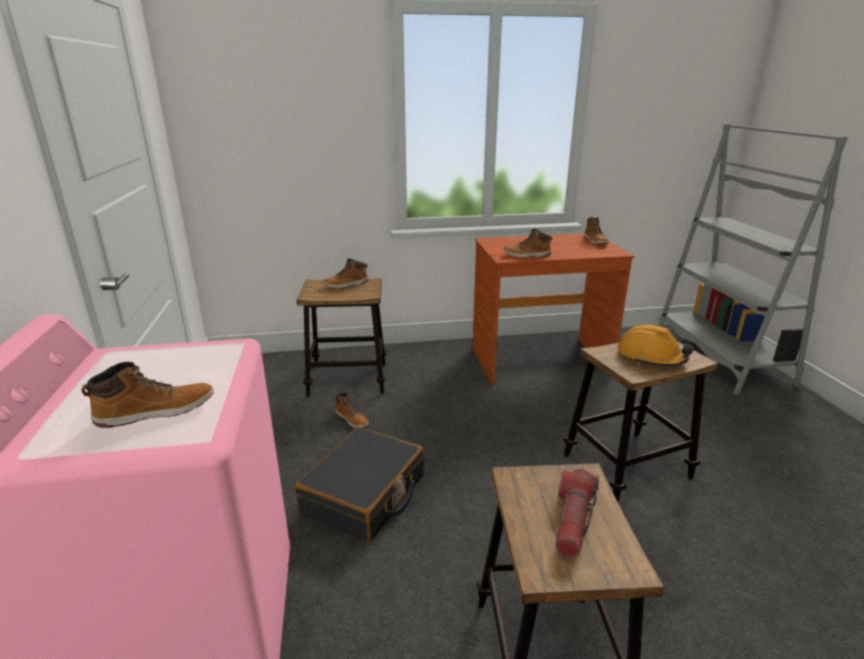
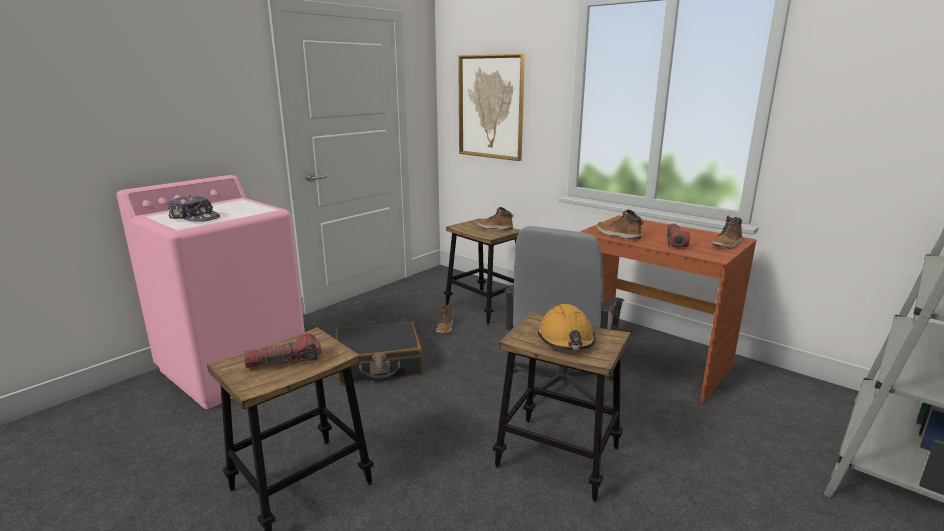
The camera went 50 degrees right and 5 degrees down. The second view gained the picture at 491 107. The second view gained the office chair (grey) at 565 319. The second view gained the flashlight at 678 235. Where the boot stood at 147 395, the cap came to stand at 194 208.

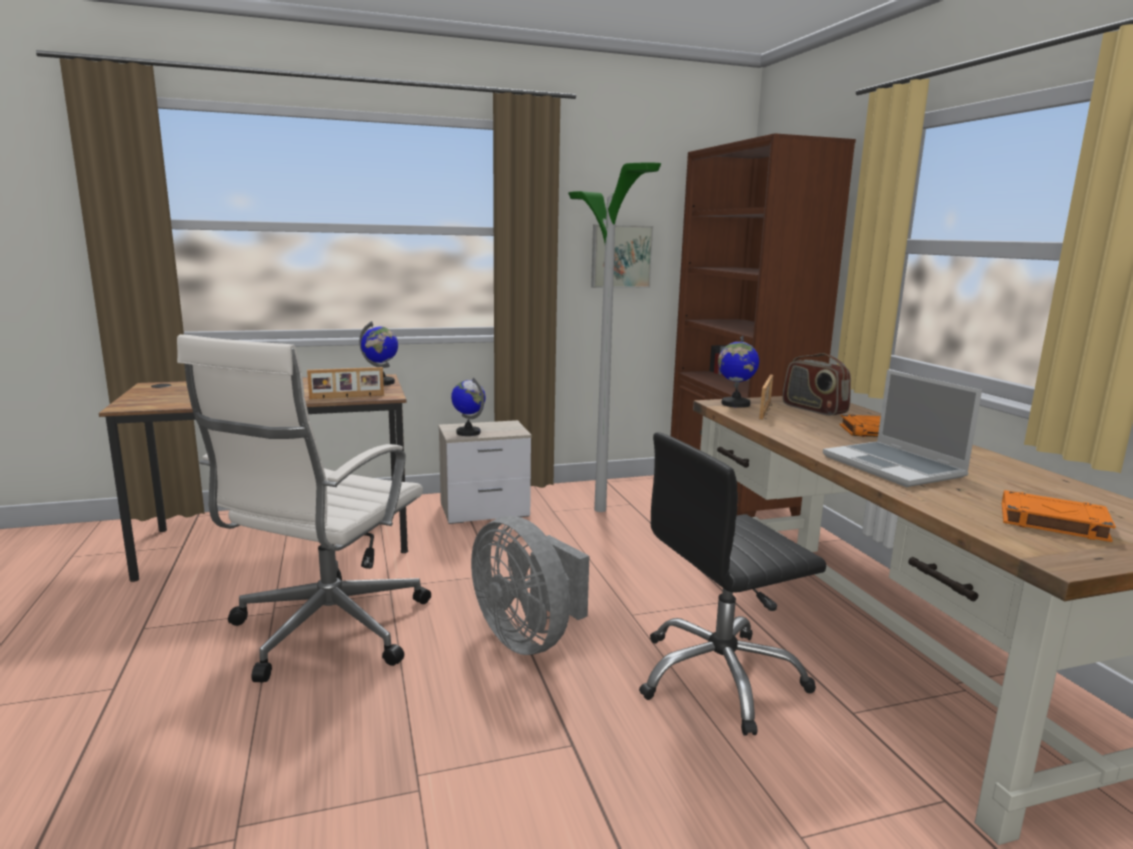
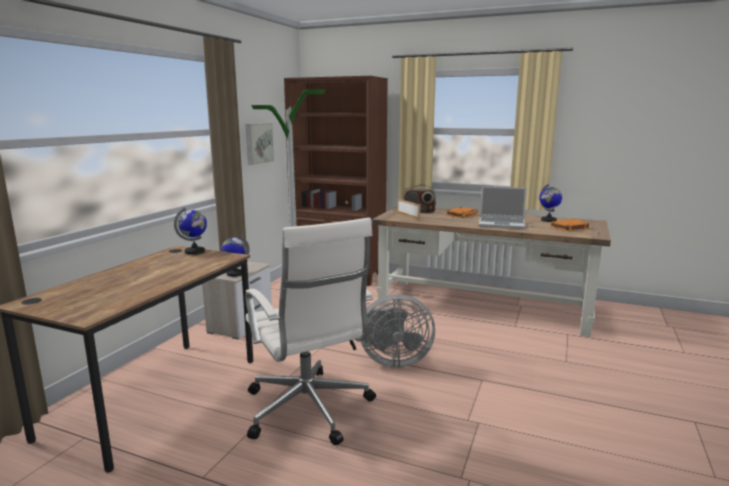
The camera went 50 degrees left and 0 degrees up. The second view lost the picture frame at 345 383. The second view lost the office chair (black) at 733 584. The globe ended up elsewhere, having gone from 738 372 to 550 203.

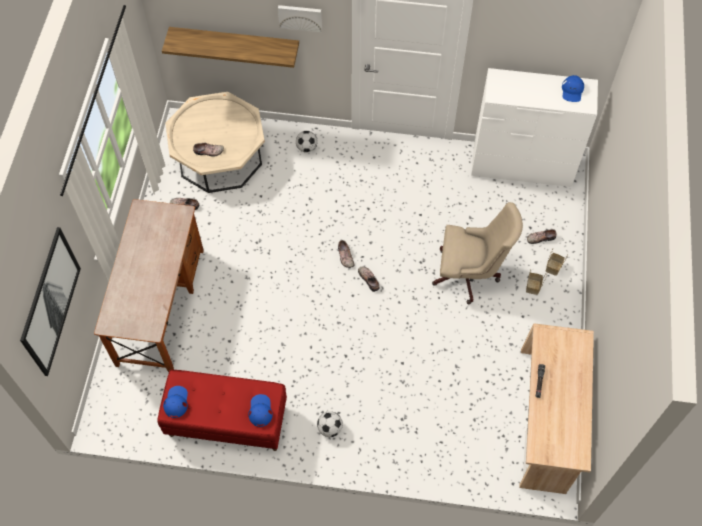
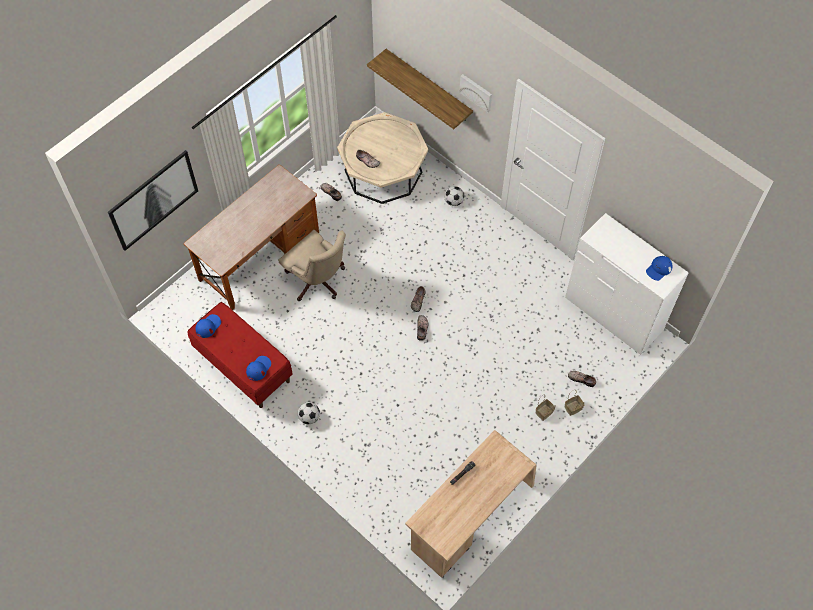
The camera went 35 degrees right and 0 degrees up. The office chair (beige) ended up elsewhere, having gone from 477 253 to 312 265.

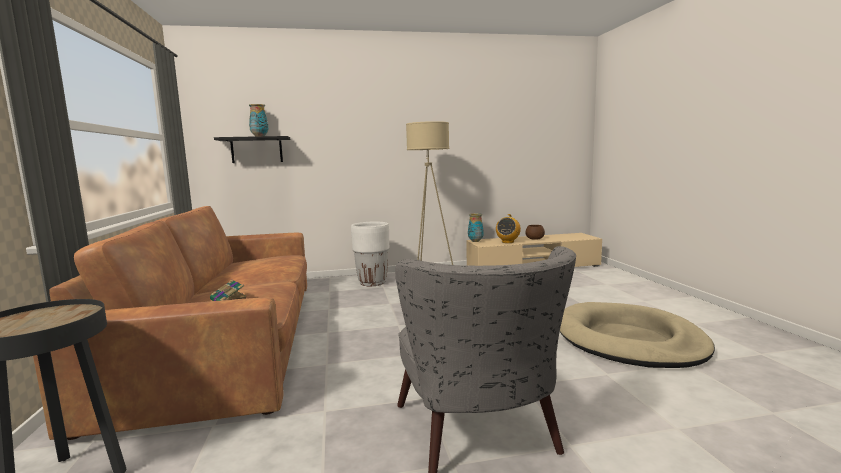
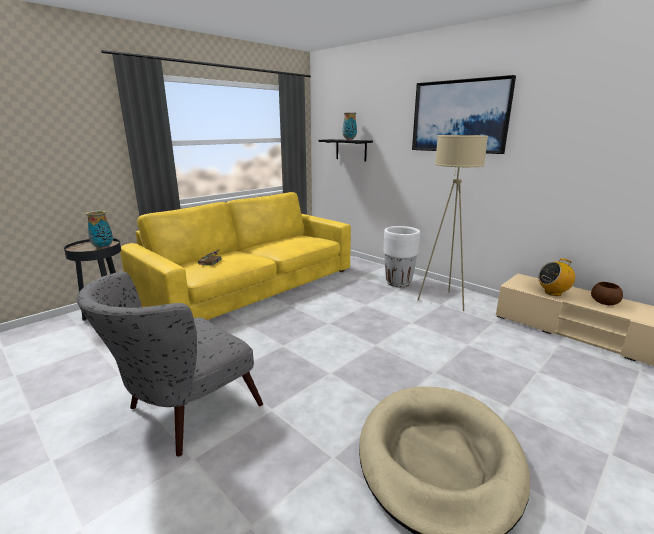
The camera went 55 degrees right and 10 degrees up. The second view gained the picture at 464 114. The vase ended up elsewhere, having gone from 476 227 to 99 230. What was the sofa (brown) at 170 323 turned into the sofa (yellow) at 235 256.

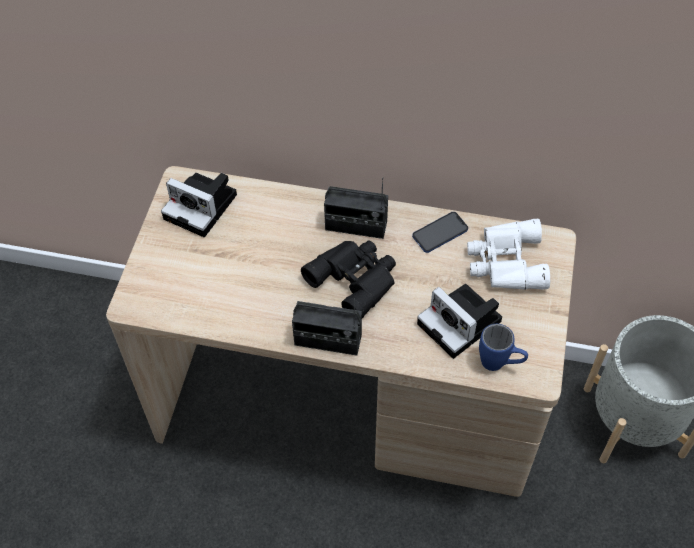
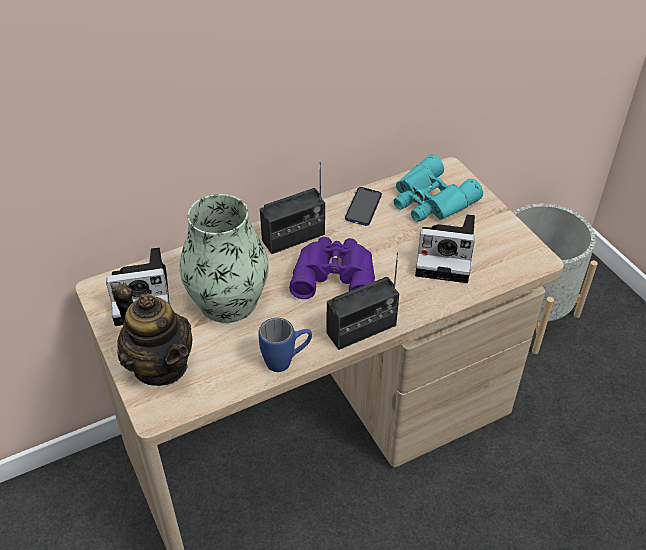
The camera went 40 degrees left and 10 degrees down. The second view gained the teapot at 153 335. The second view gained the vase at 224 258. The mug (blue) ended up elsewhere, having gone from 503 347 to 285 345. What was the binoculars (black) at 348 279 turned into the binoculars (purple) at 332 268. What was the binoculars (white) at 508 254 turned into the binoculars (turquoise) at 438 188.

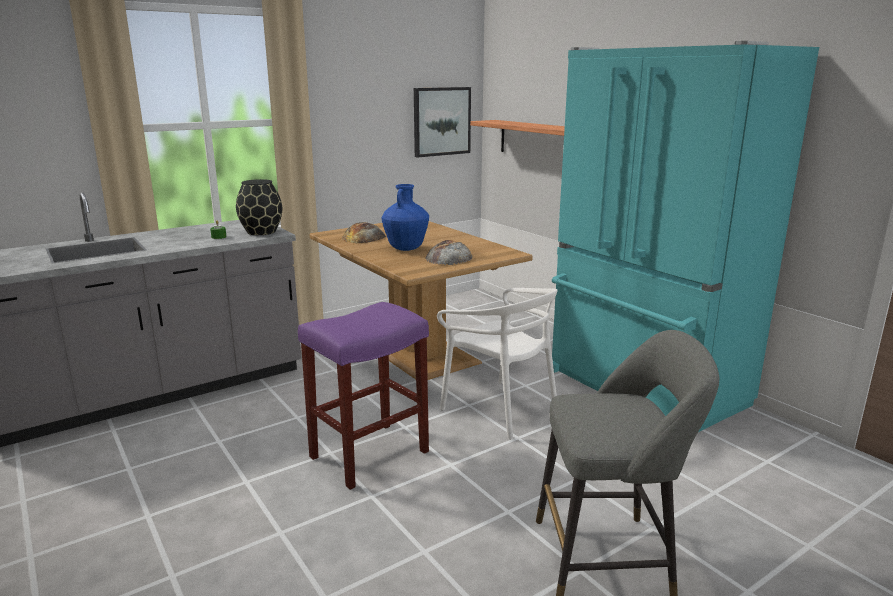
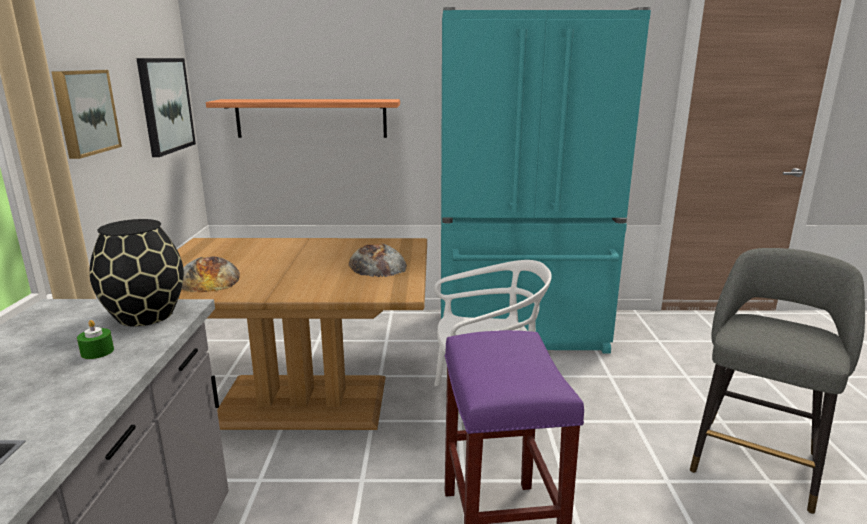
The camera went 55 degrees left and 0 degrees up. The second view lost the vase (blue) at 405 217. The second view gained the picture at 86 114.

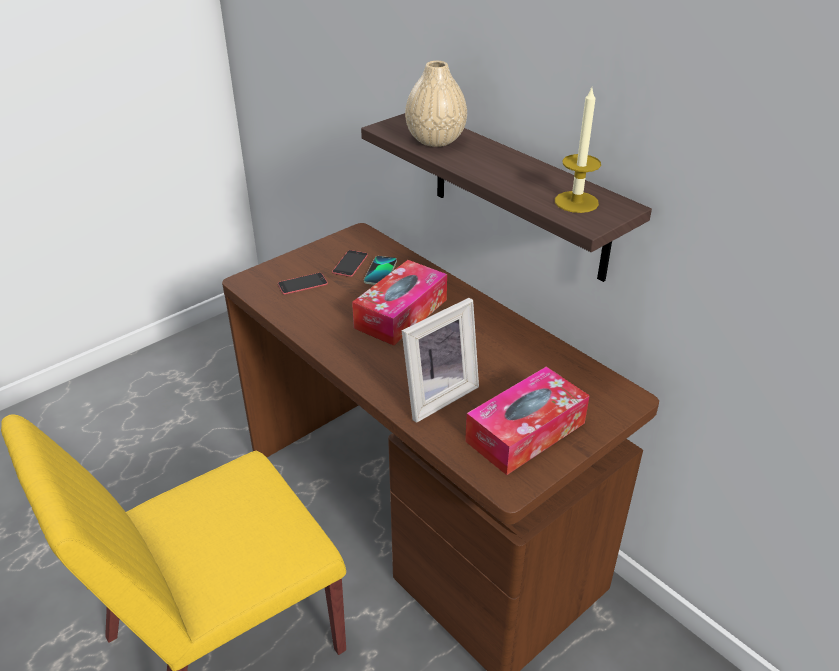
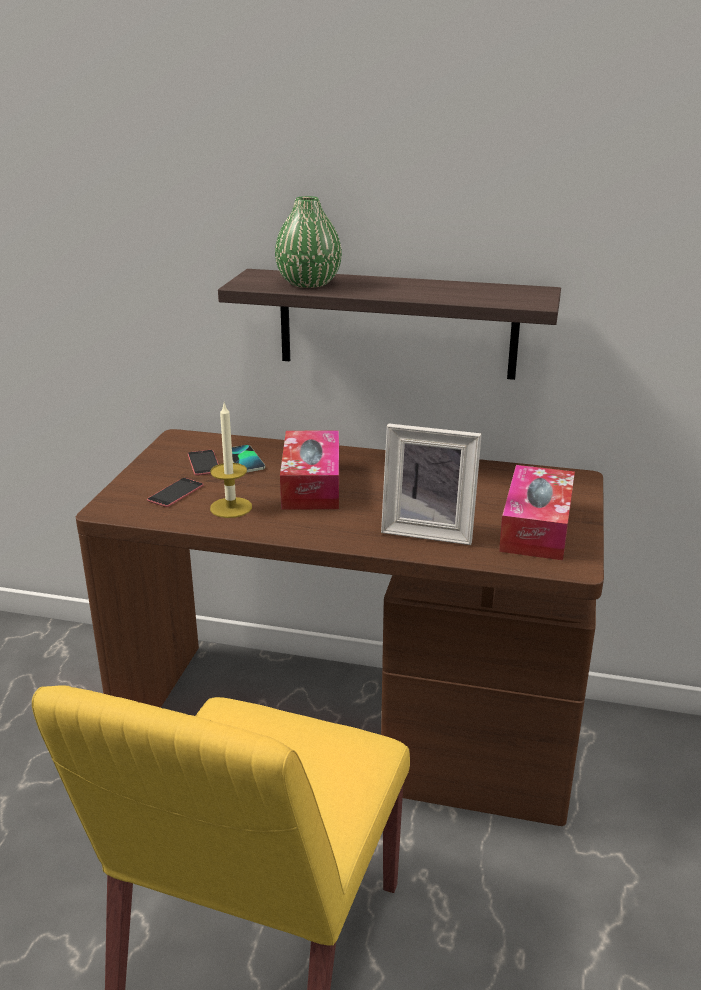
The camera went 35 degrees left and 10 degrees down. The candle ended up elsewhere, having gone from 578 150 to 231 461. What was the vase (beige) at 436 104 turned into the vase (green) at 308 242. The picture frame at 440 360 ended up facing another way, 90 degrees clockwise from before.

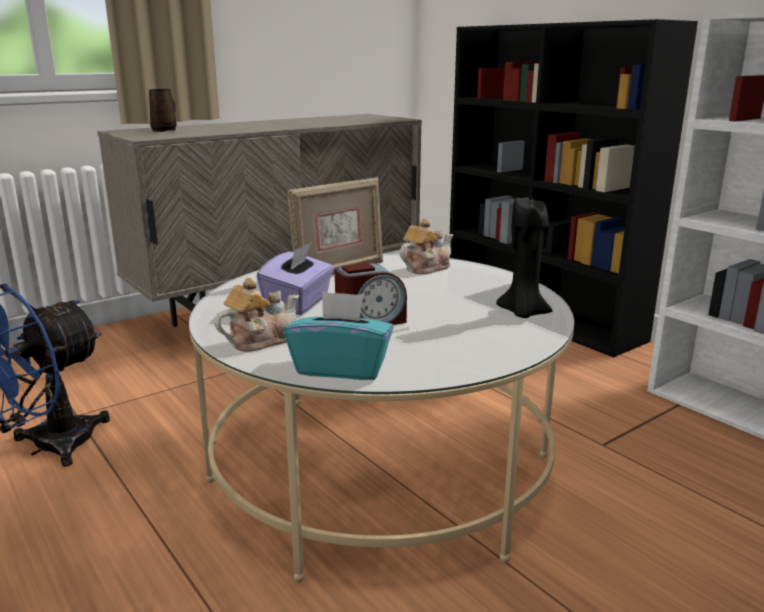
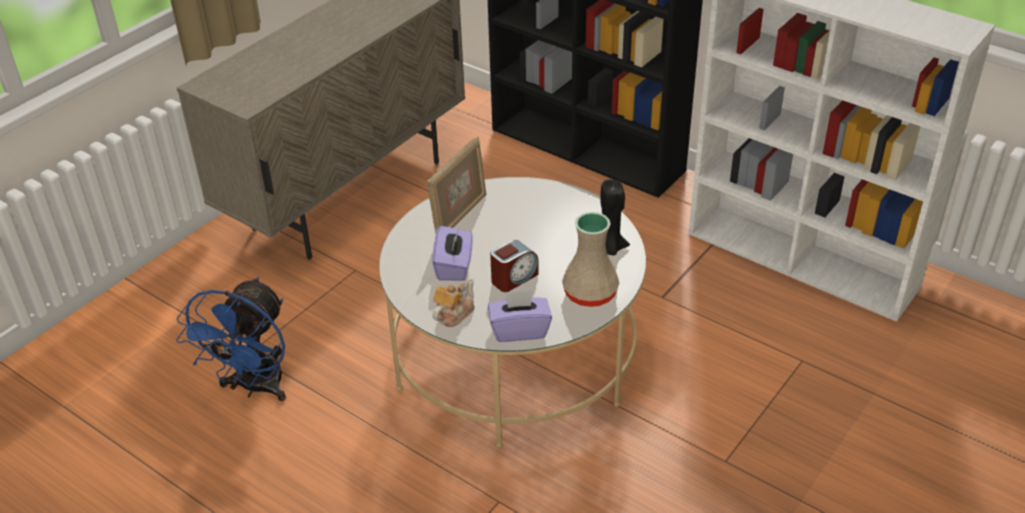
The camera went 15 degrees left and 20 degrees up. The second view lost the mug (brown) at 163 110. The second view lost the teapot at 426 246. The second view gained the vase (beige) at 590 259. What was the tissue box (turquoise) at 339 335 turned into the tissue box (purple) at 520 316.

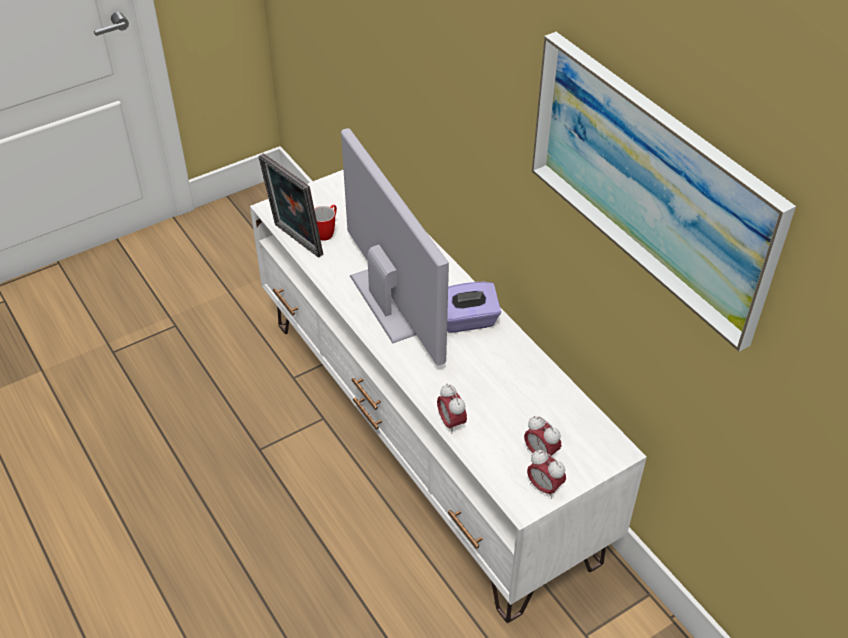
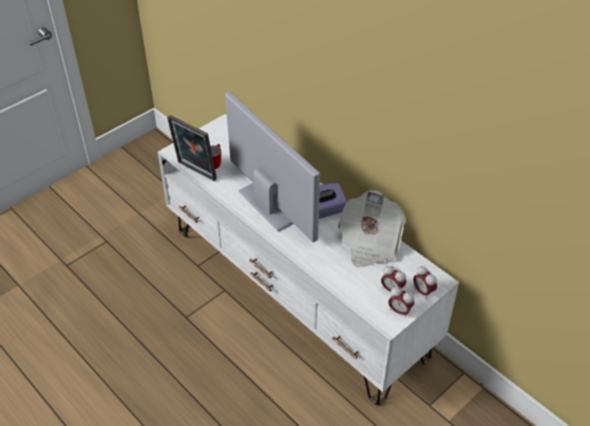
The camera went 10 degrees left and 0 degrees up. The second view lost the picture at 664 192. The second view gained the newspaper at 372 229. The alarm clock ended up elsewhere, having gone from 452 409 to 425 282.

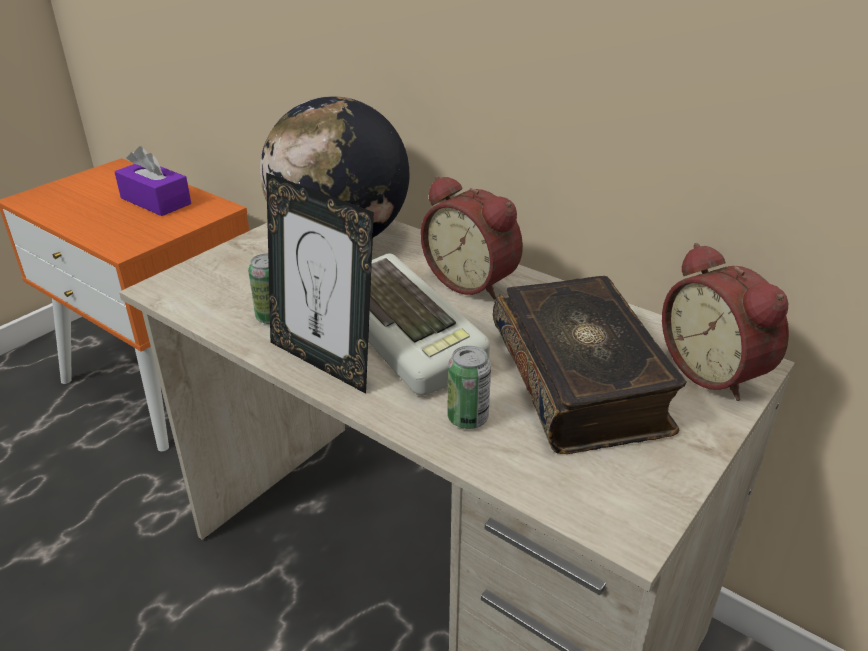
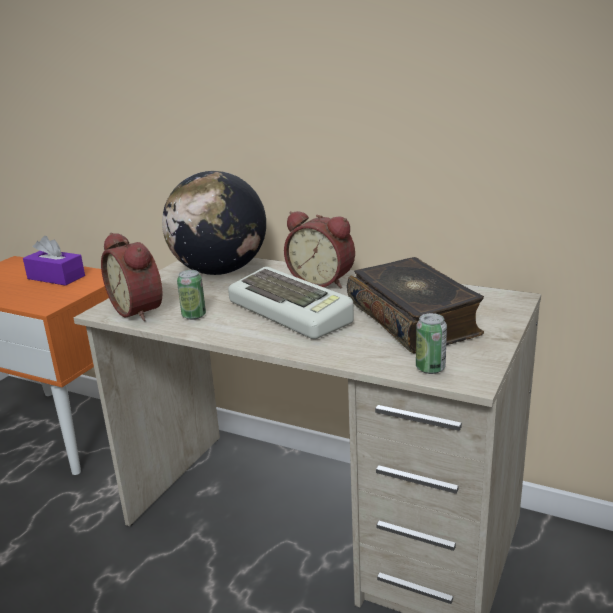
The camera went 10 degrees left and 10 degrees down. The second view lost the picture frame at 320 283. The can ended up elsewhere, having gone from 469 387 to 431 343. The alarm clock ended up elsewhere, having gone from 725 322 to 132 277.

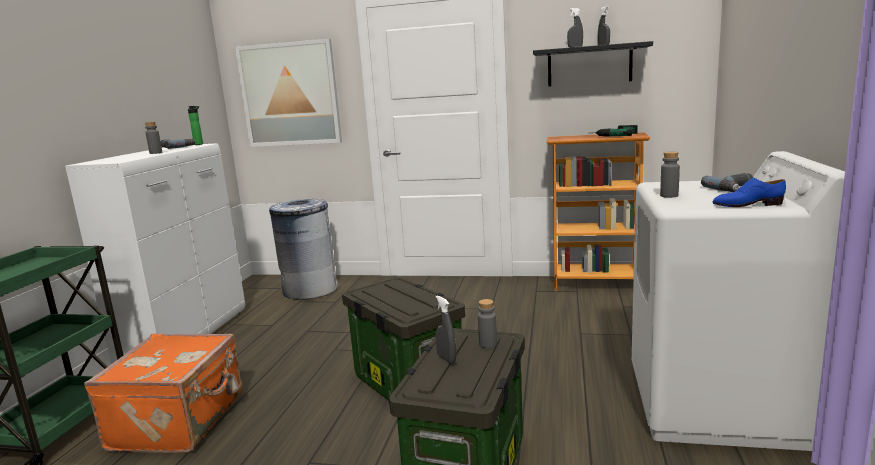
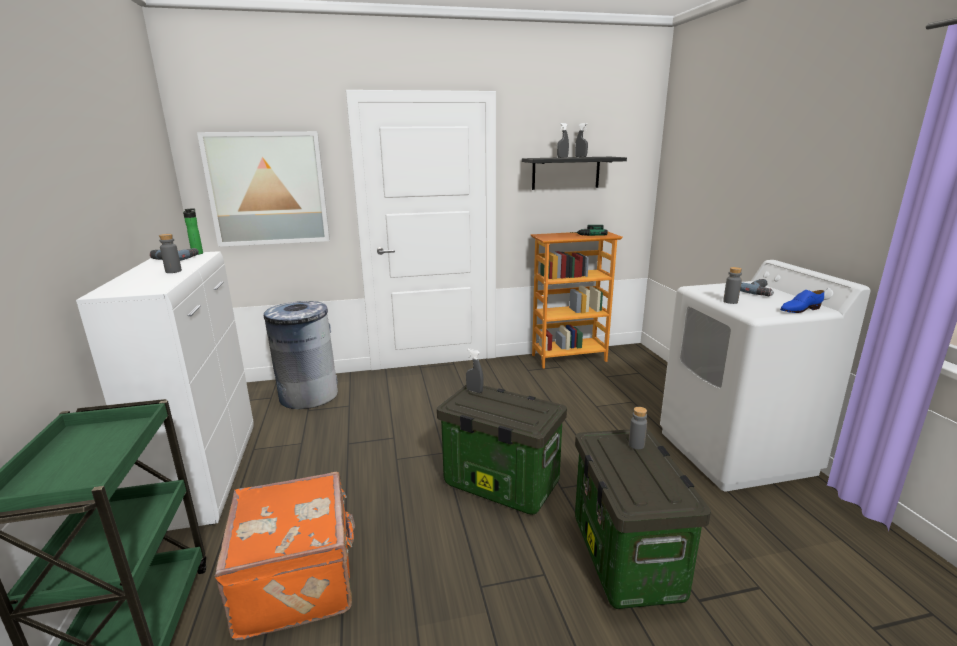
The camera went 25 degrees left and 5 degrees up. The spray bottle (grey) ended up elsewhere, having gone from 445 330 to 475 371.

